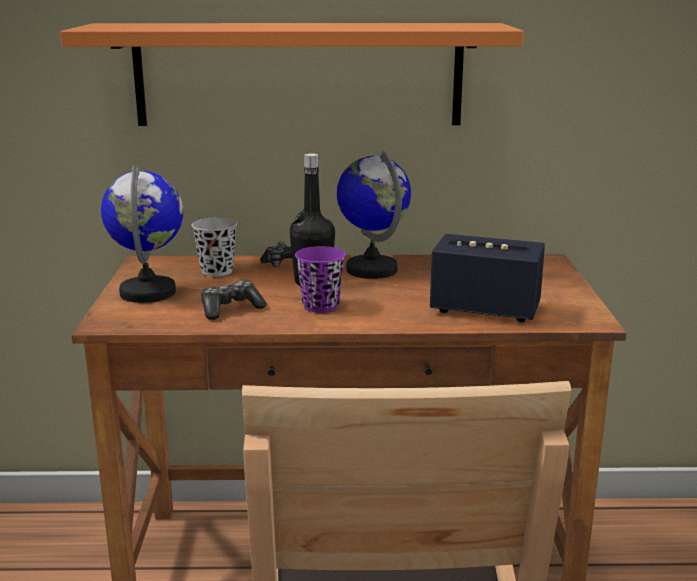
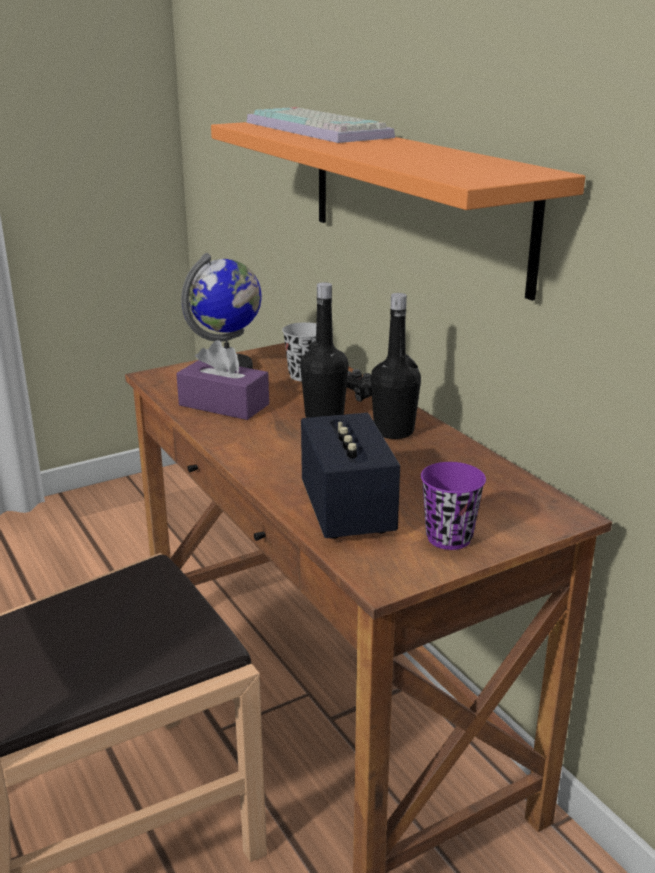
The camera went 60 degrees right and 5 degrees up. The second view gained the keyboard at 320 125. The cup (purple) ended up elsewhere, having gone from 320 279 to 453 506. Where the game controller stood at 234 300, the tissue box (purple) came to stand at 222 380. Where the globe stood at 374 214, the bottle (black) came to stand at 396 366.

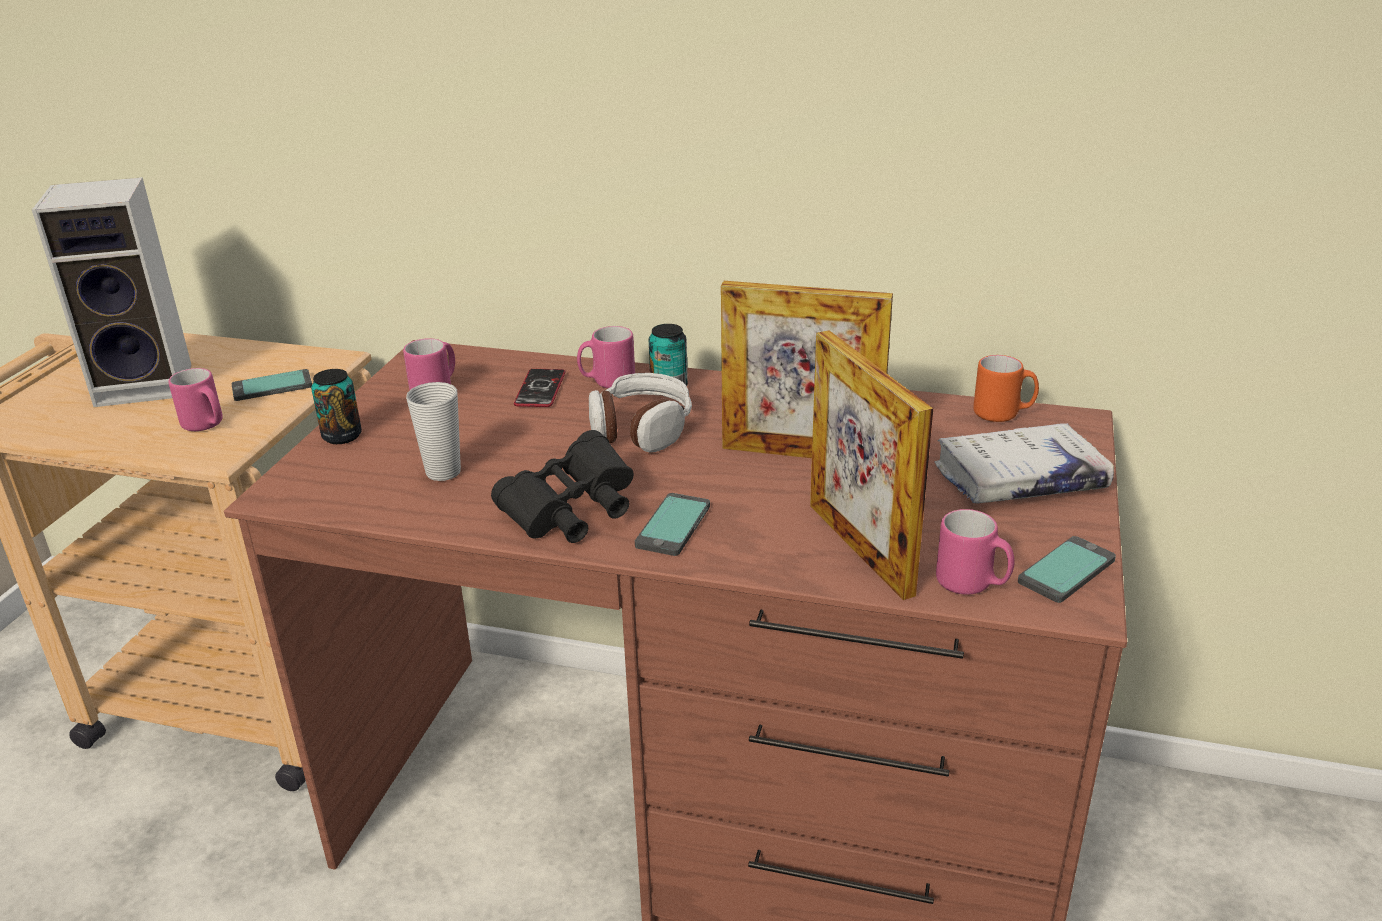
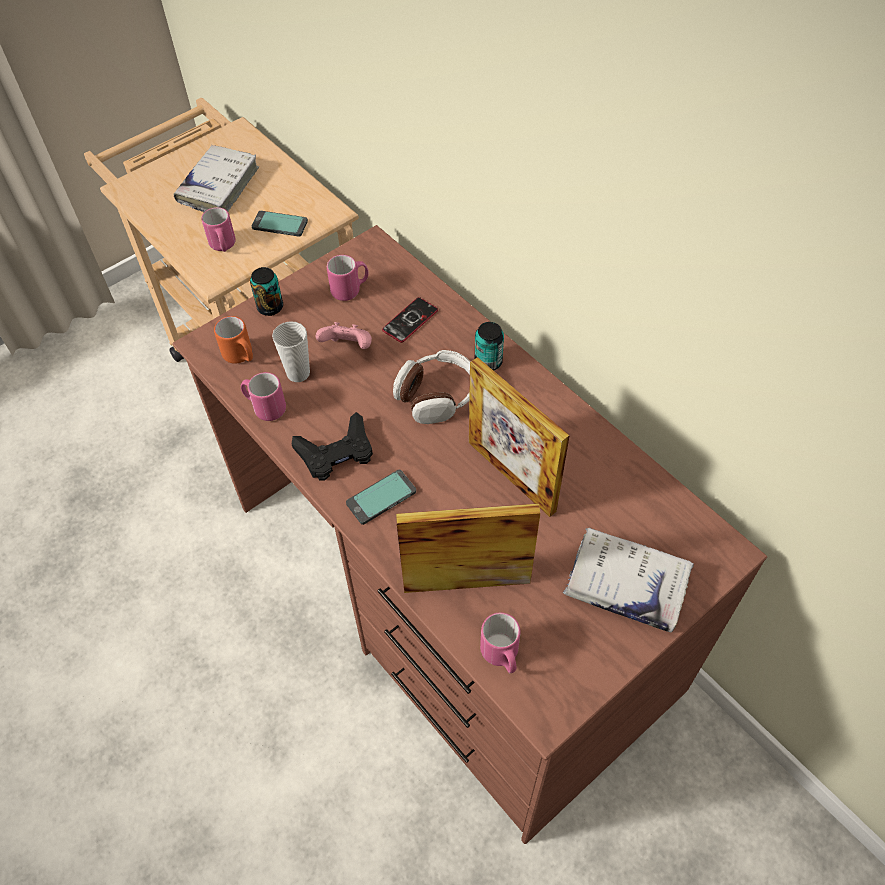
The camera went 35 degrees right and 25 degrees up. The second view lost the phone at 1067 569. The second view gained the game controller (pink) at 344 335. The mug (pink) ended up elsewhere, having gone from 606 357 to 263 396. The mug (orange) ended up elsewhere, having gone from 1006 388 to 233 340. Where the speaker stood at 112 292, the book (white) came to stand at 216 178. Where the binoculars (black) stood at 562 486, the game controller (black) came to stand at 332 446. The picture frame at 871 465 ended up facing another way, 75 degrees clockwise from before.

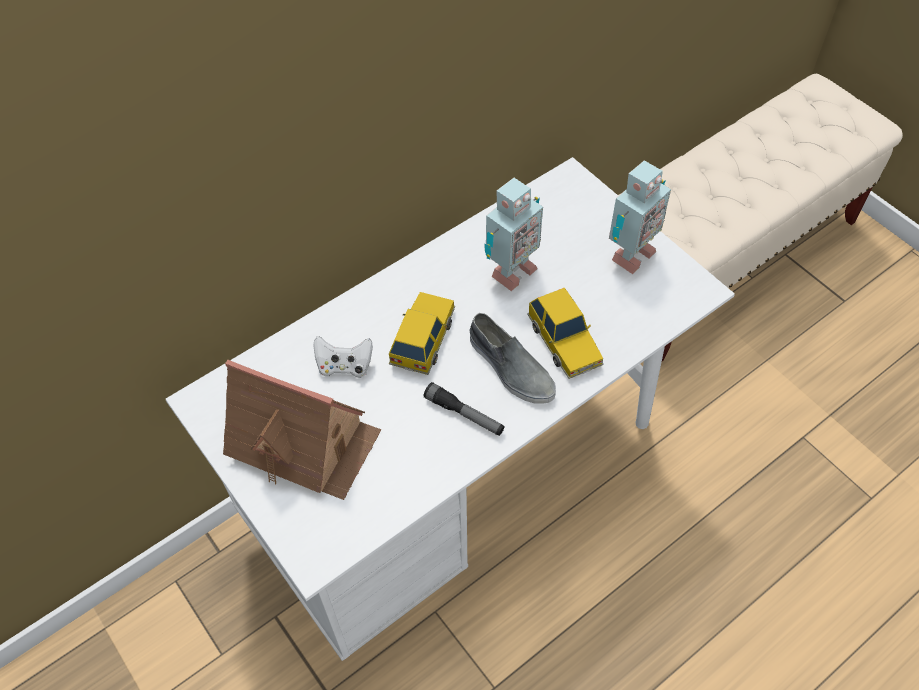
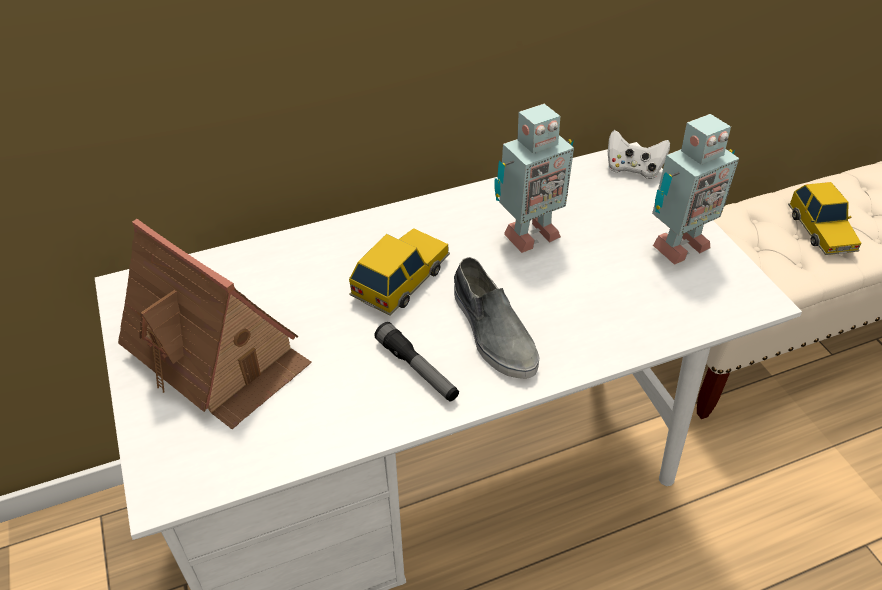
The camera went 15 degrees right and 10 degrees down. The game controller (white) ended up elsewhere, having gone from 343 357 to 639 154. The toy car ended up elsewhere, having gone from 565 333 to 824 218.

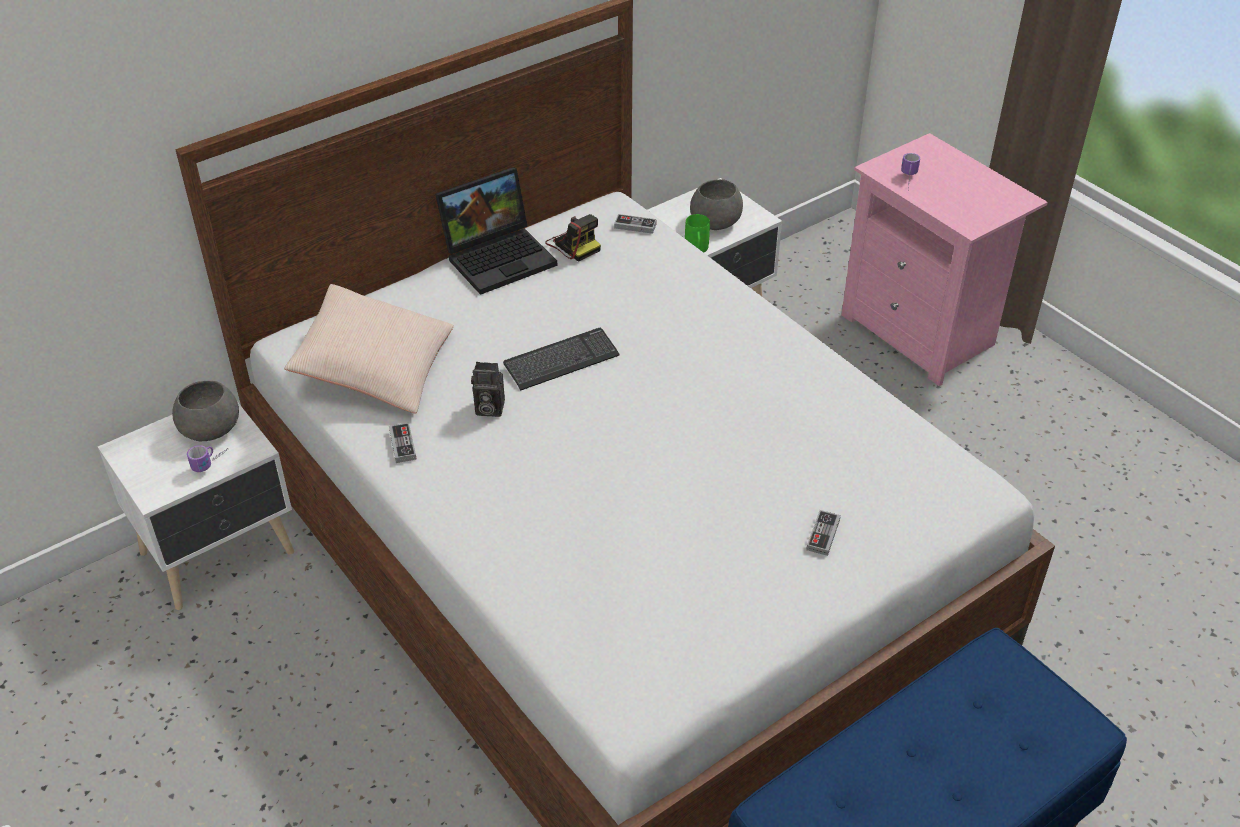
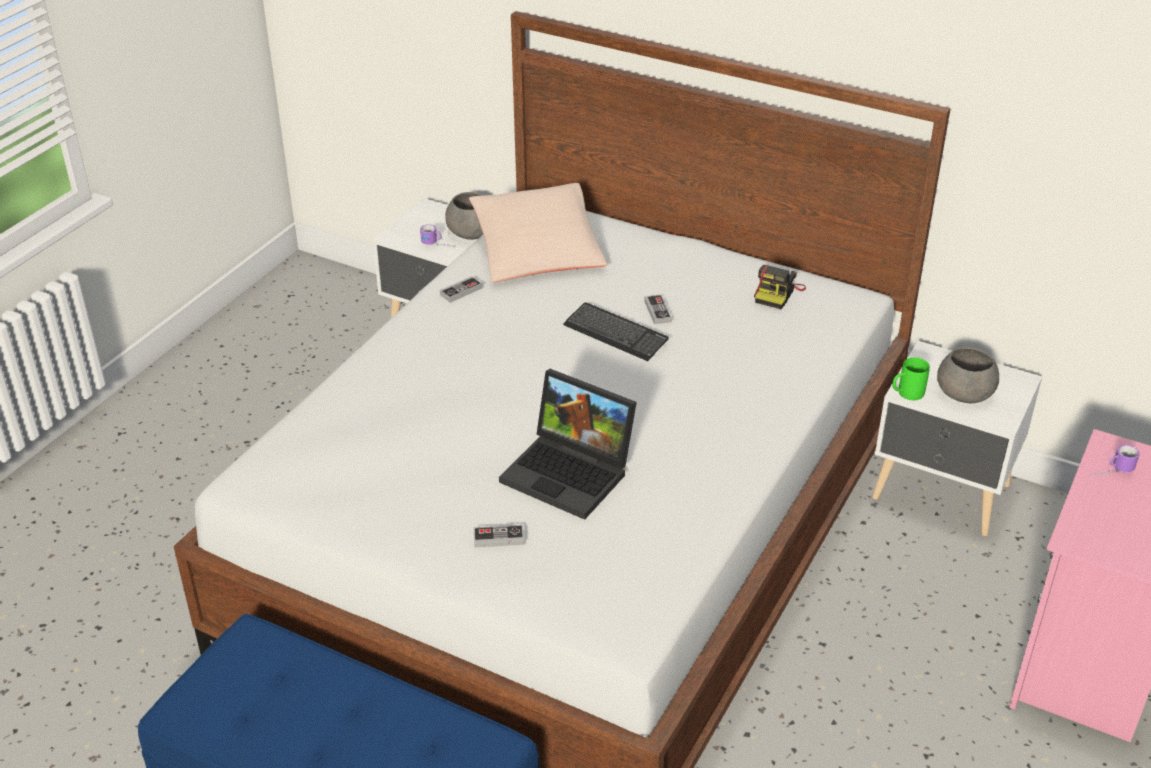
The camera went 65 degrees right and 5 degrees down. The second view lost the photo camera at 488 389. The laptop ended up elsewhere, having gone from 496 231 to 568 444. The game controller ended up elsewhere, having gone from 635 224 to 658 309.

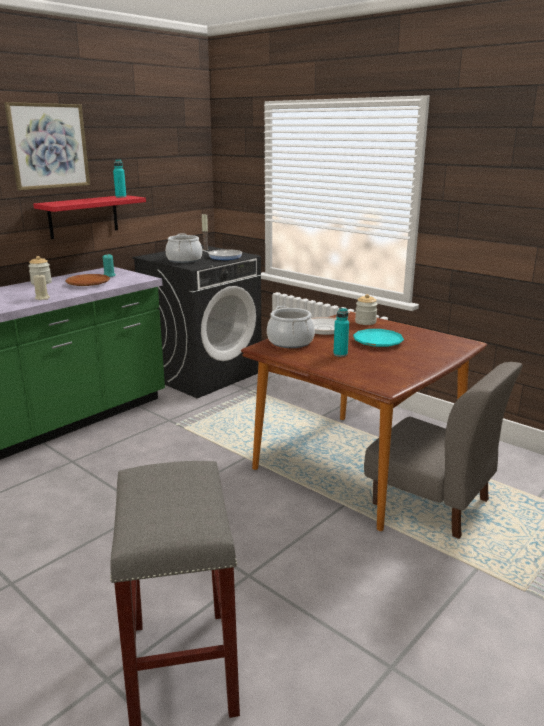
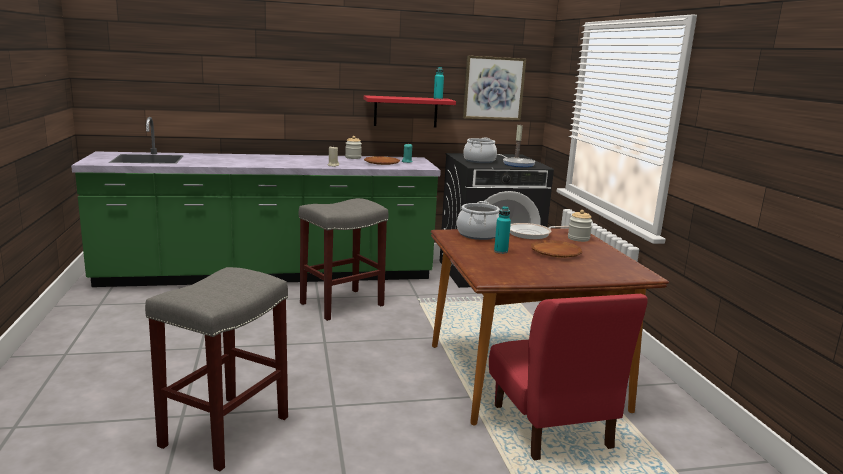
The camera went 35 degrees right and 5 degrees down. The second view gained the stool (grey) at 343 259. The picture ended up elsewhere, having gone from 47 146 to 494 88. What was the plate (turquoise) at 378 338 turned into the plate (brown) at 557 249. What was the chair (grey) at 443 450 turned into the chair (red) at 568 377.

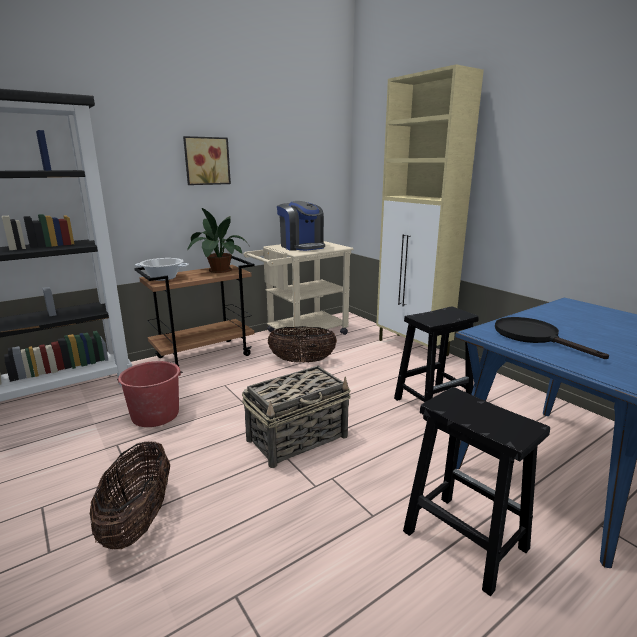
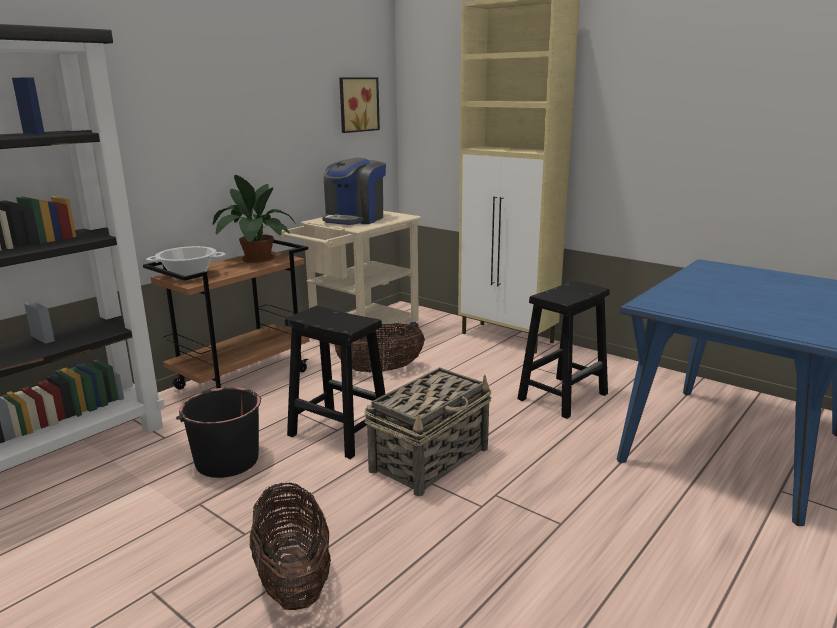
The camera went 15 degrees left and 0 degrees up. The second view lost the frying pan (black) at 552 338. The picture ended up elsewhere, having gone from 207 160 to 359 105. The stool (black) ended up elsewhere, having gone from 476 491 to 335 382. What was the bucket (red) at 150 394 turned into the bucket (black) at 219 432. The coffee machine at 301 226 ended up facing another way, 75 degrees clockwise from before.

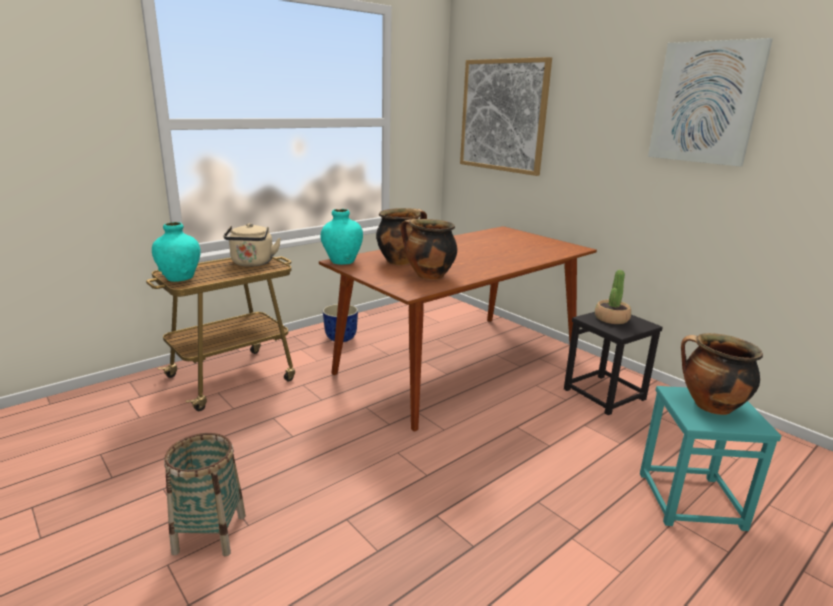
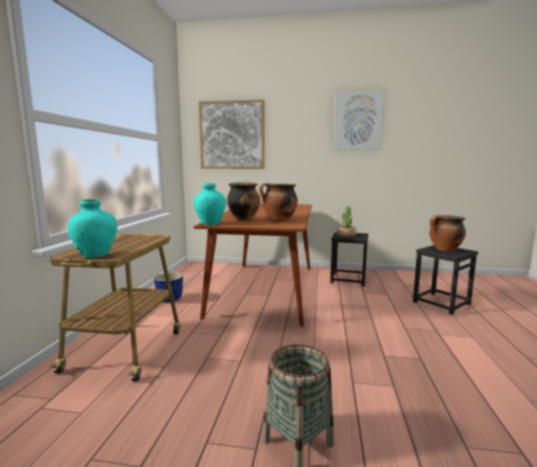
The camera went 40 degrees left and 10 degrees down. The second view lost the kettle (beige) at 252 245. What was the stool (turquoise) at 710 458 turned into the stool (black) at 445 280.

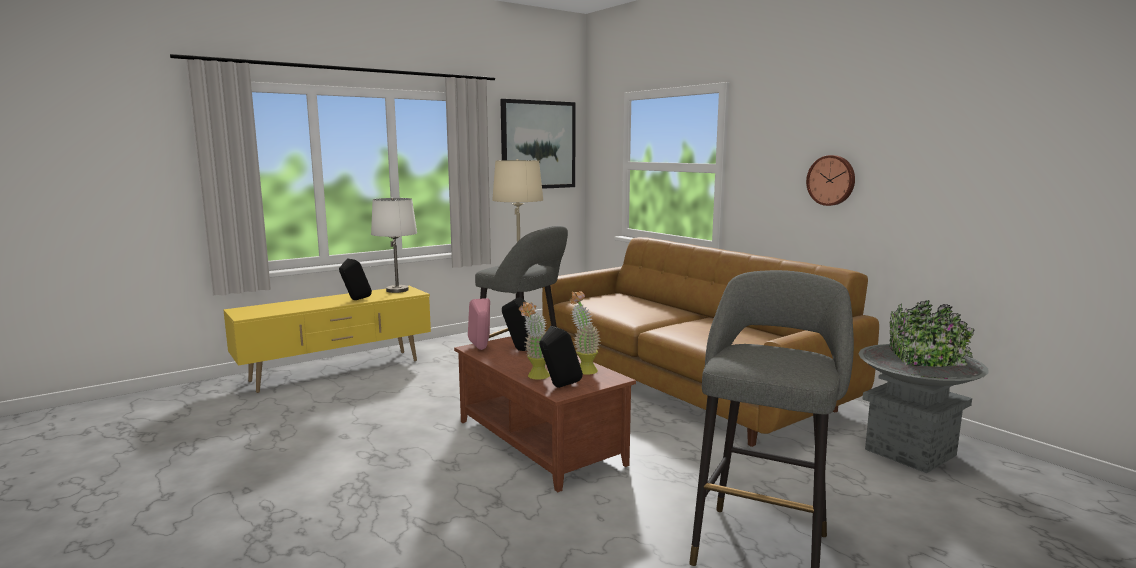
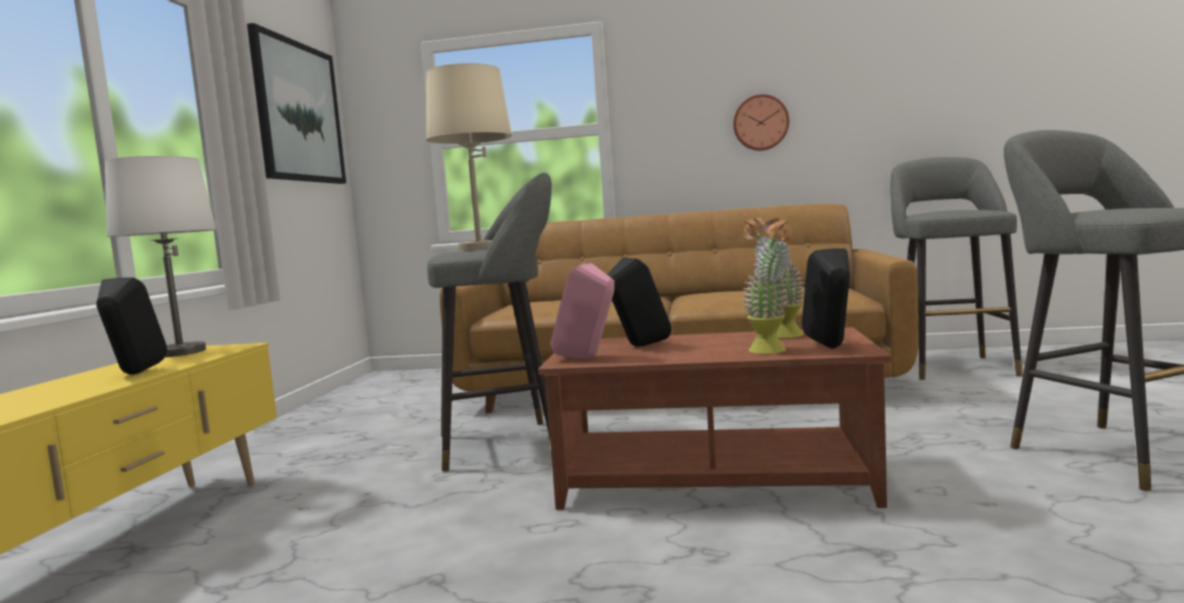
The camera went 45 degrees left and 5 degrees down. Where the planter (grey) stood at 923 386, the stool (grey) came to stand at 956 268.

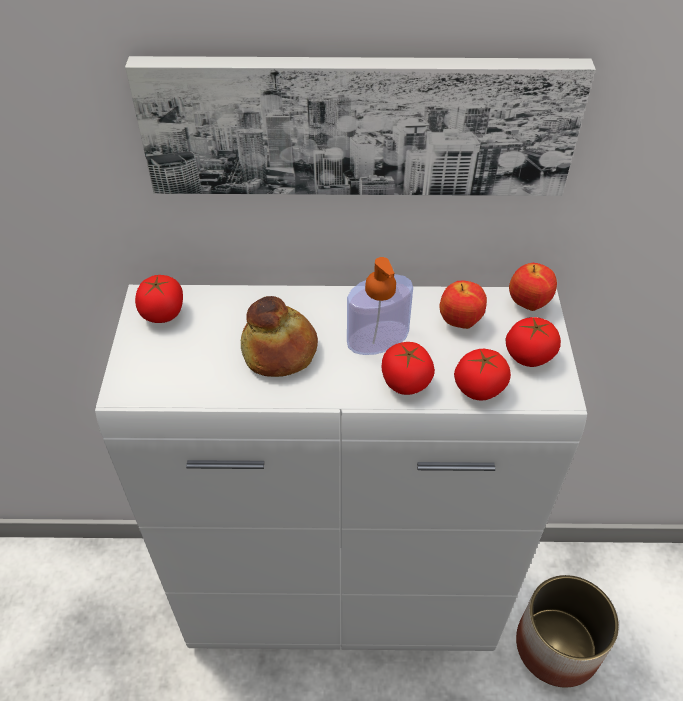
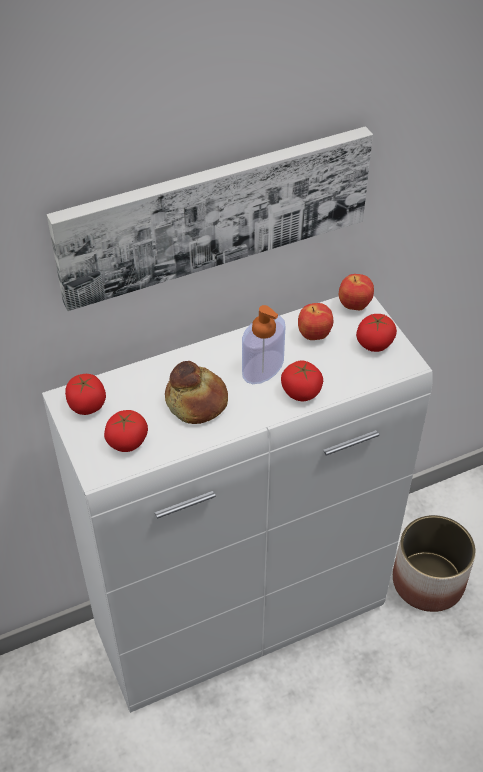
The camera went 25 degrees left and 0 degrees up. The tomato ended up elsewhere, having gone from 482 375 to 126 431.

